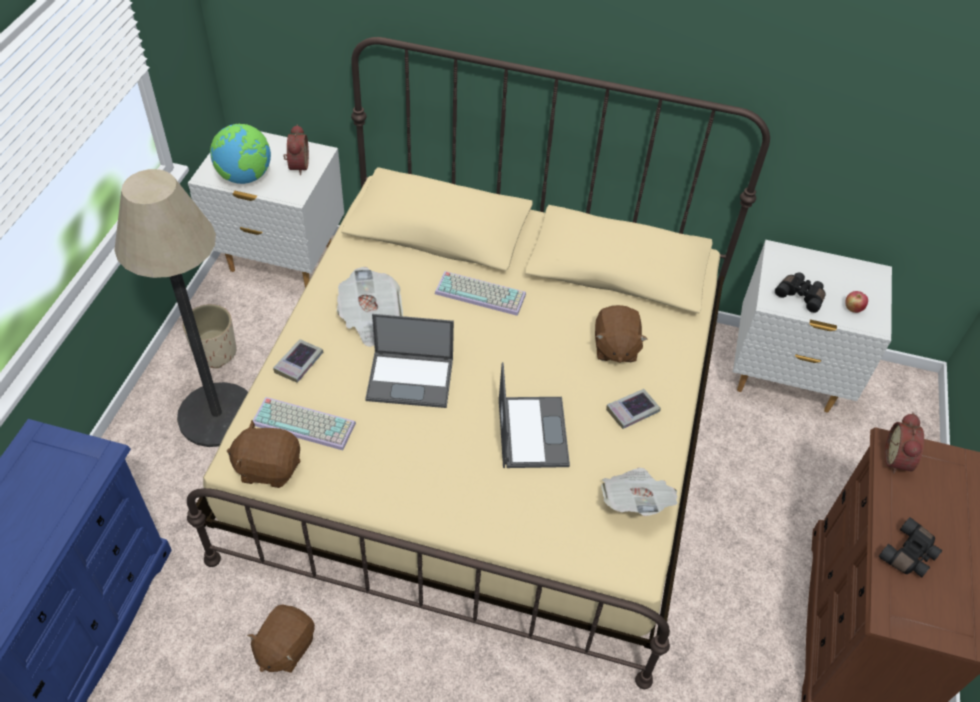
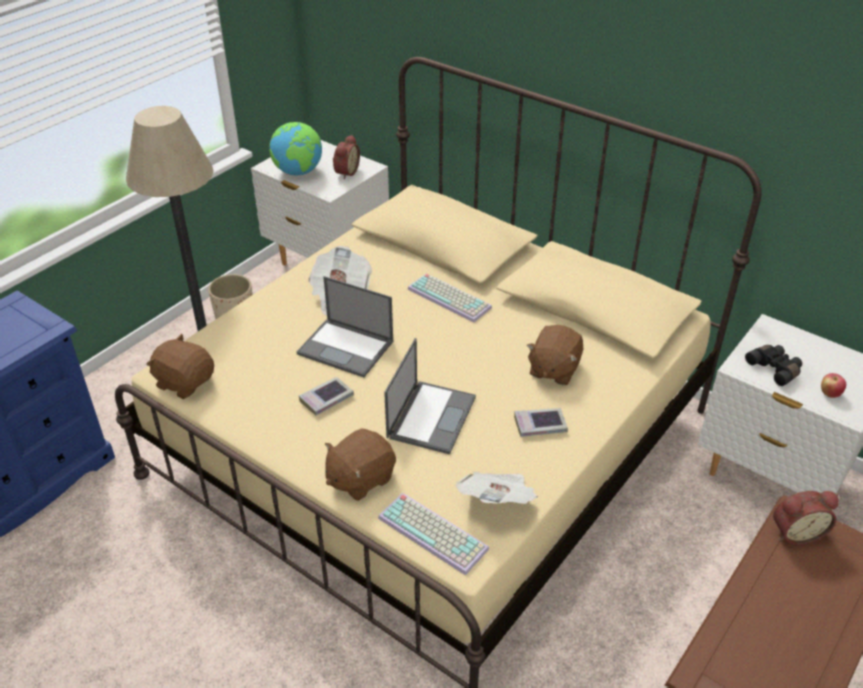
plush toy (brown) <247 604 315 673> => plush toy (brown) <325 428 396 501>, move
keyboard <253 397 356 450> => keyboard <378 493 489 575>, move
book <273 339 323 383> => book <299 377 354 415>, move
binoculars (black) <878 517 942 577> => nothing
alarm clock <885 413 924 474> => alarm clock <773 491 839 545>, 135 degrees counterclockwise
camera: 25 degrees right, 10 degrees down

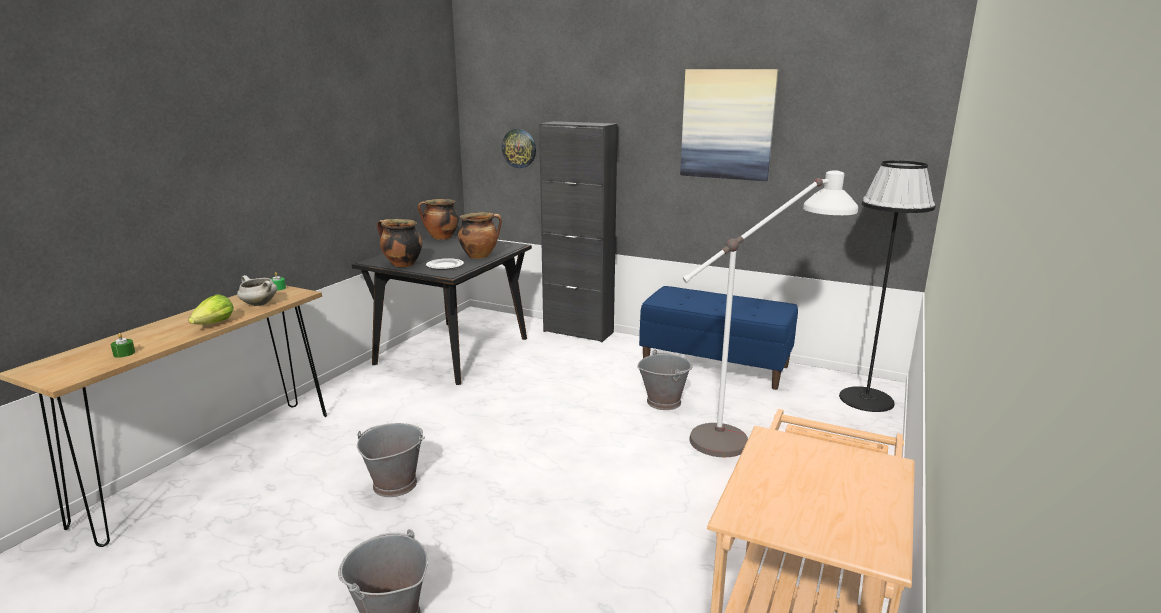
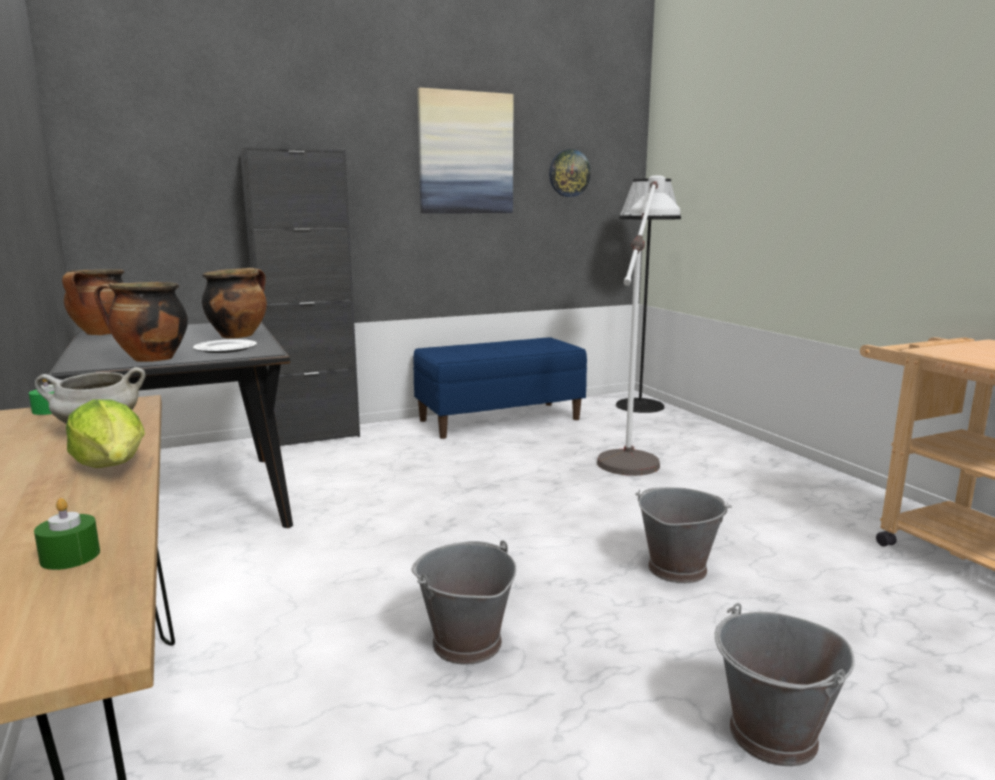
wall clock <502 129 536 168> => wall clock <549 149 591 197>, move
bucket (grey) <637 350 693 410> => bucket (grey) <635 487 732 583>, move
camera: 50 degrees left, 5 degrees down

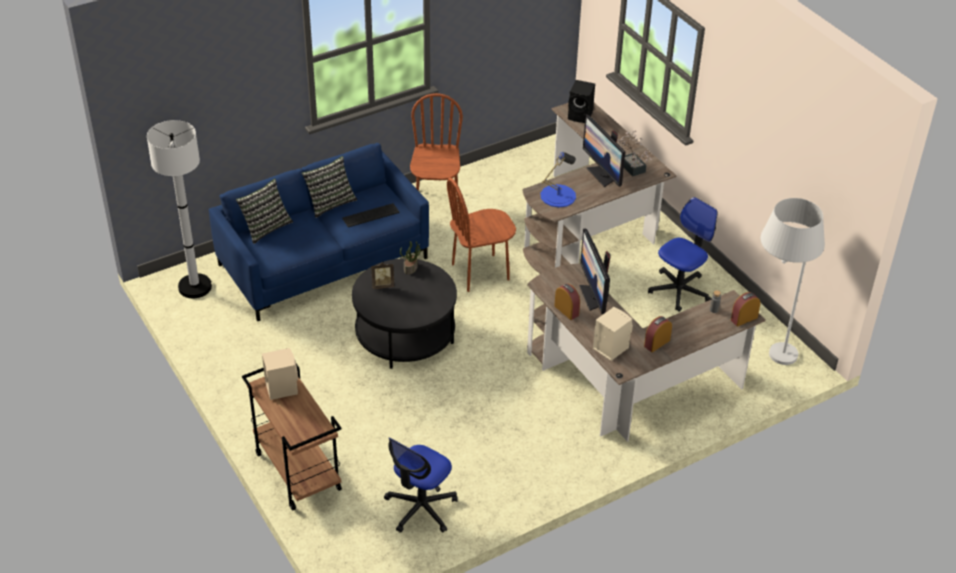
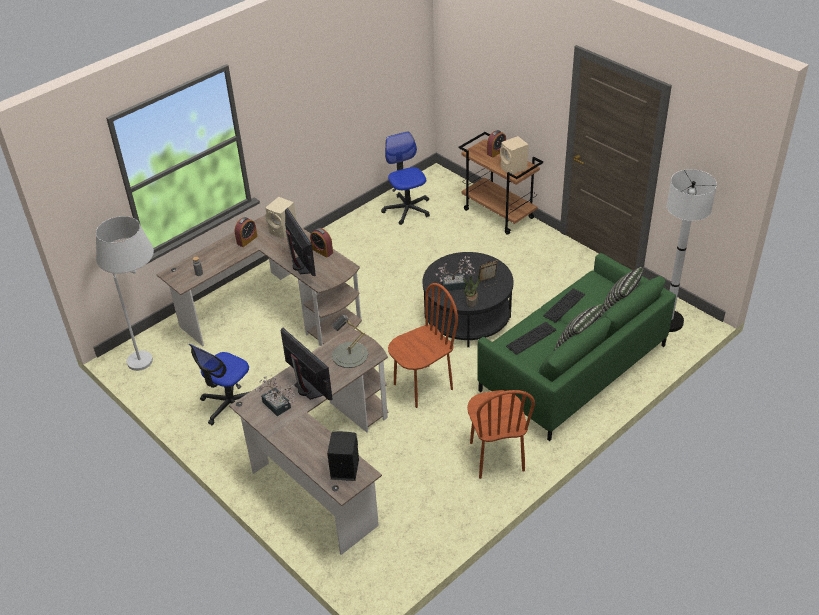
sofa (blue) <209 143 429 321> => sofa (green) <477 253 676 441>
office chair <384 437 458 533> => office chair <381 131 430 225>, 45 degrees counterclockwise
table lamp (blue) <541 152 576 207> => table lamp (grey) <332 315 368 368>
alarm clock <731 292 761 326> => alarm clock <487 130 506 158>, move
nothing => potted plant <436 256 475 291>
nothing => keyboard <543 288 586 323>
camera: 170 degrees right, 0 degrees up

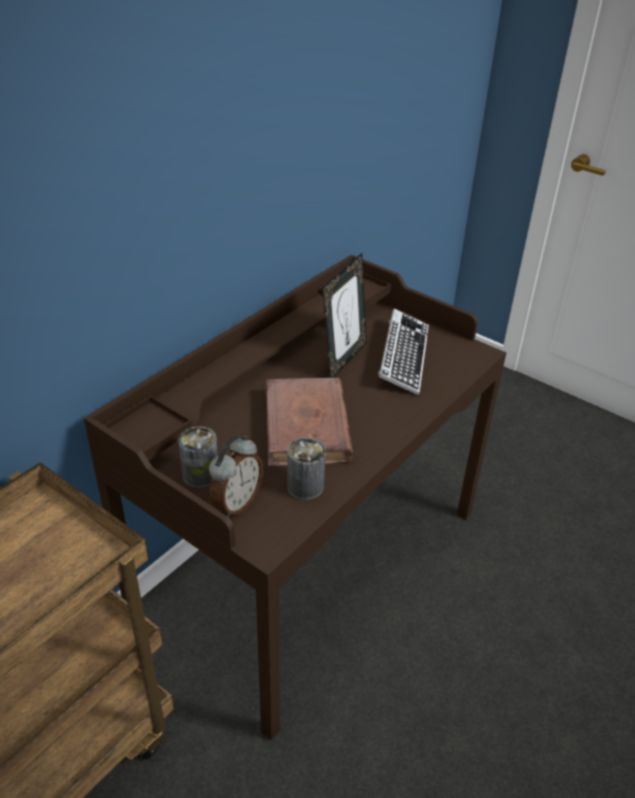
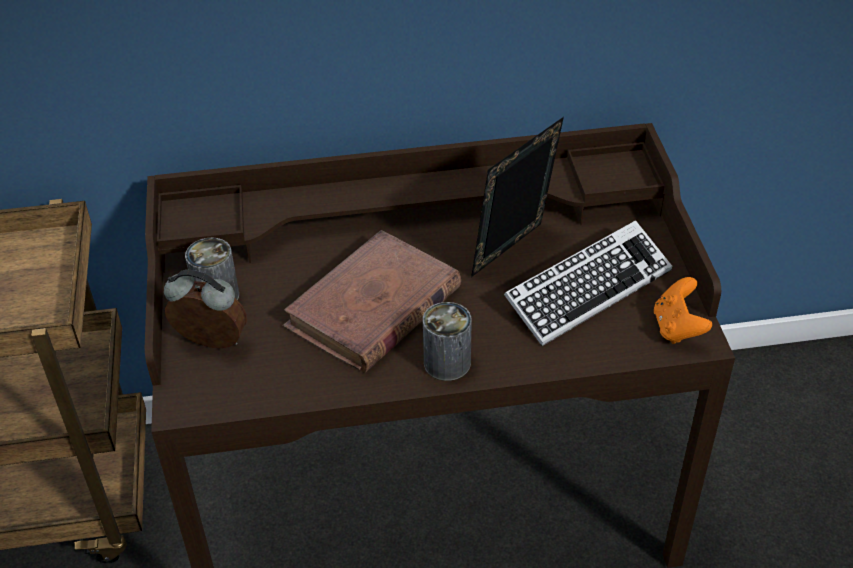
alarm clock <209 436 263 518> => alarm clock <164 270 247 348>, 150 degrees counterclockwise
can <287 438 326 500> => can <423 302 472 381>, move
picture frame <322 253 367 378> => picture frame <471 117 564 277>, 150 degrees clockwise
nothing => game controller (orange) <654 277 712 344>
camera: 45 degrees right, 5 degrees up

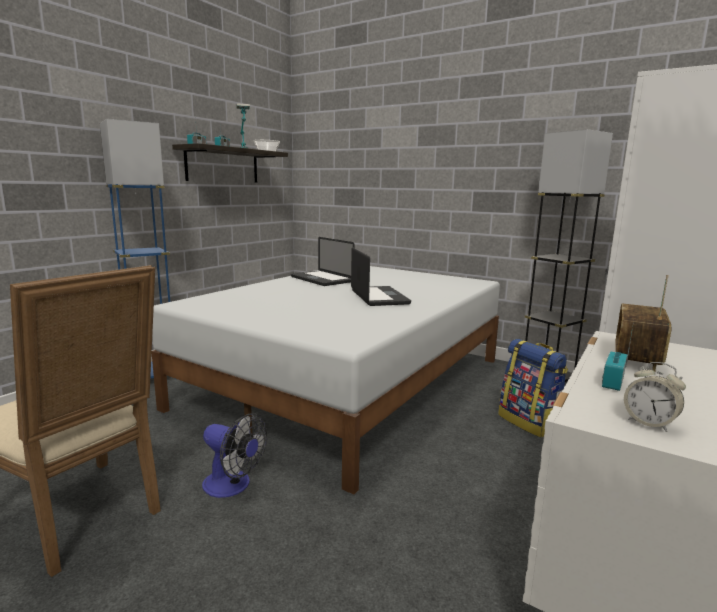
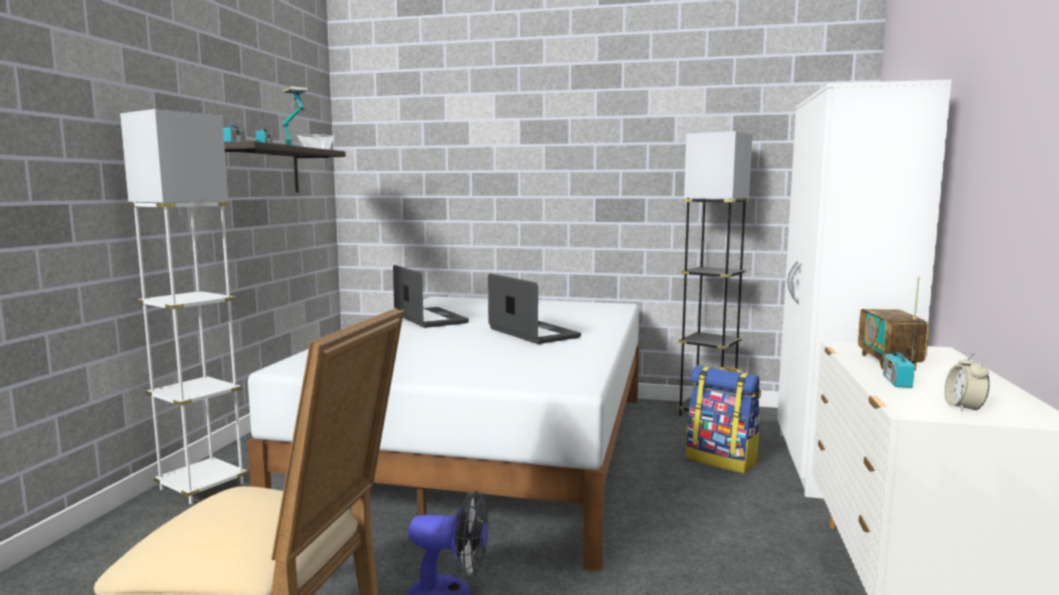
floor lamp (blue) <100 119 170 379> => floor lamp (white) <120 109 248 504>
laptop <291 237 355 286> => laptop <393 265 469 328>, 150 degrees counterclockwise
alarm clock <624 362 686 432> => alarm clock <944 353 990 412>, 75 degrees clockwise
camera: 20 degrees left, 5 degrees down

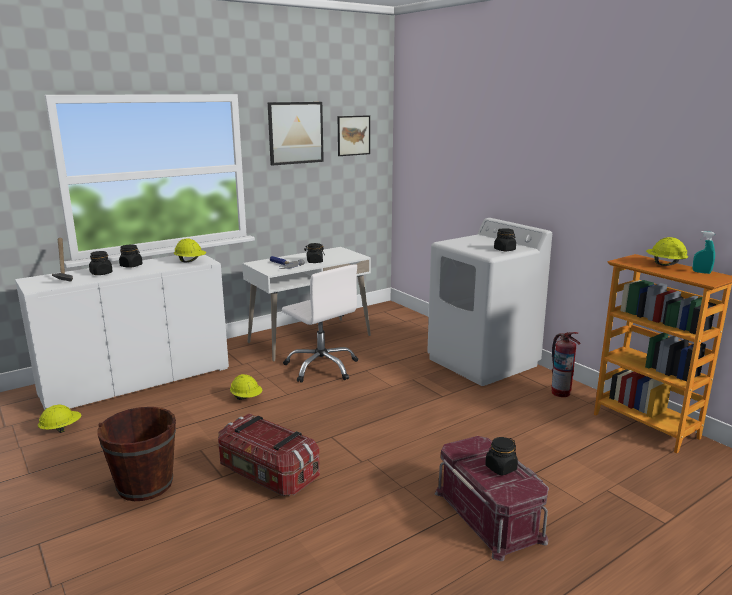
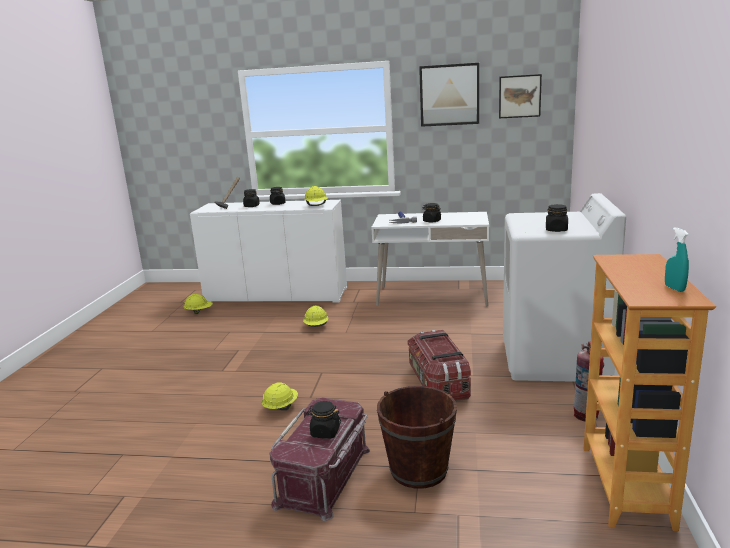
bucket (brown) <97 407 176 501> => bucket (brown) <377 386 457 489>, move
storage box <218 413 320 496> => storage box <408 330 471 401>, move
office chair (white) <282 264 358 383> => nothing
hard hat (yellow) <646 237 688 266> => hard hat (yellow) <262 382 298 410>, move
camera: 45 degrees right, 0 degrees up

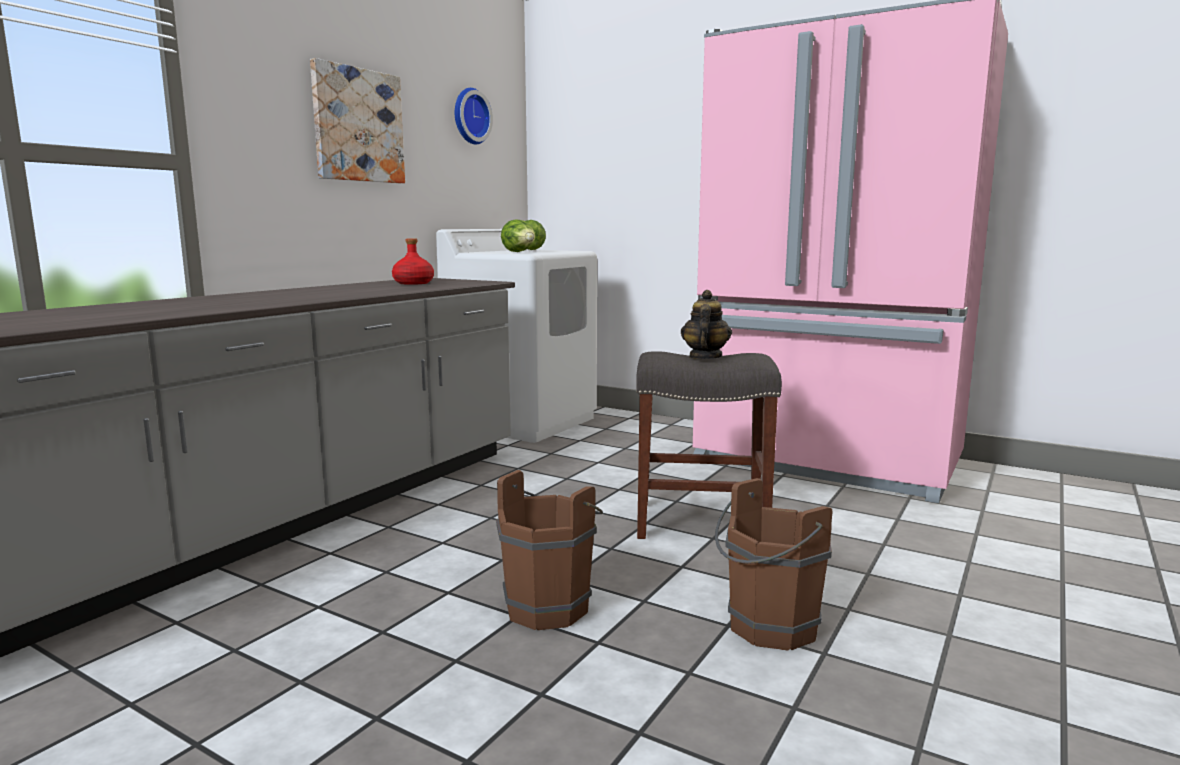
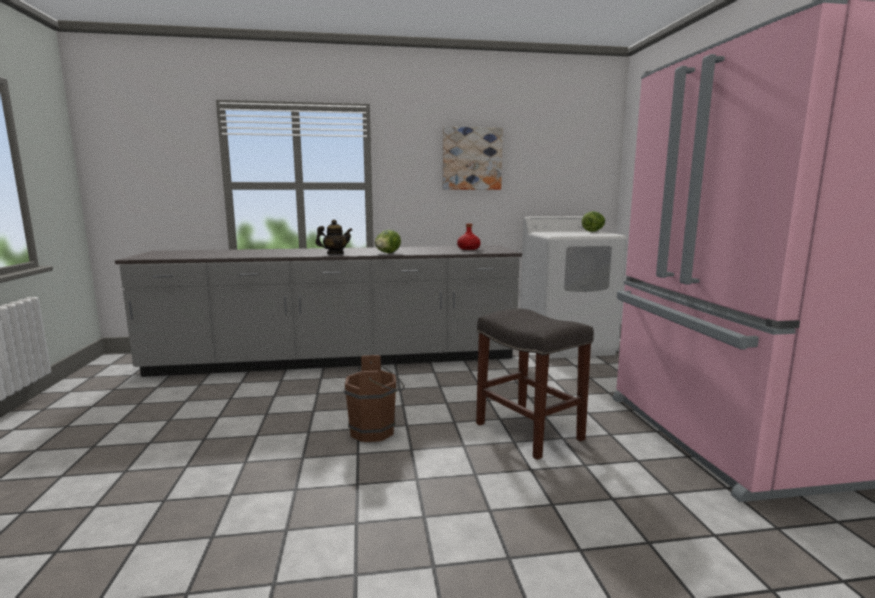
wall clock <455 88 493 145> => nothing
lettuce <501 219 536 252> => lettuce <375 230 401 253>, move
teapot <681 290 732 359> => teapot <315 219 352 254>, move
bucket (brown) <715 478 832 650> => nothing
camera: 50 degrees right, 0 degrees up

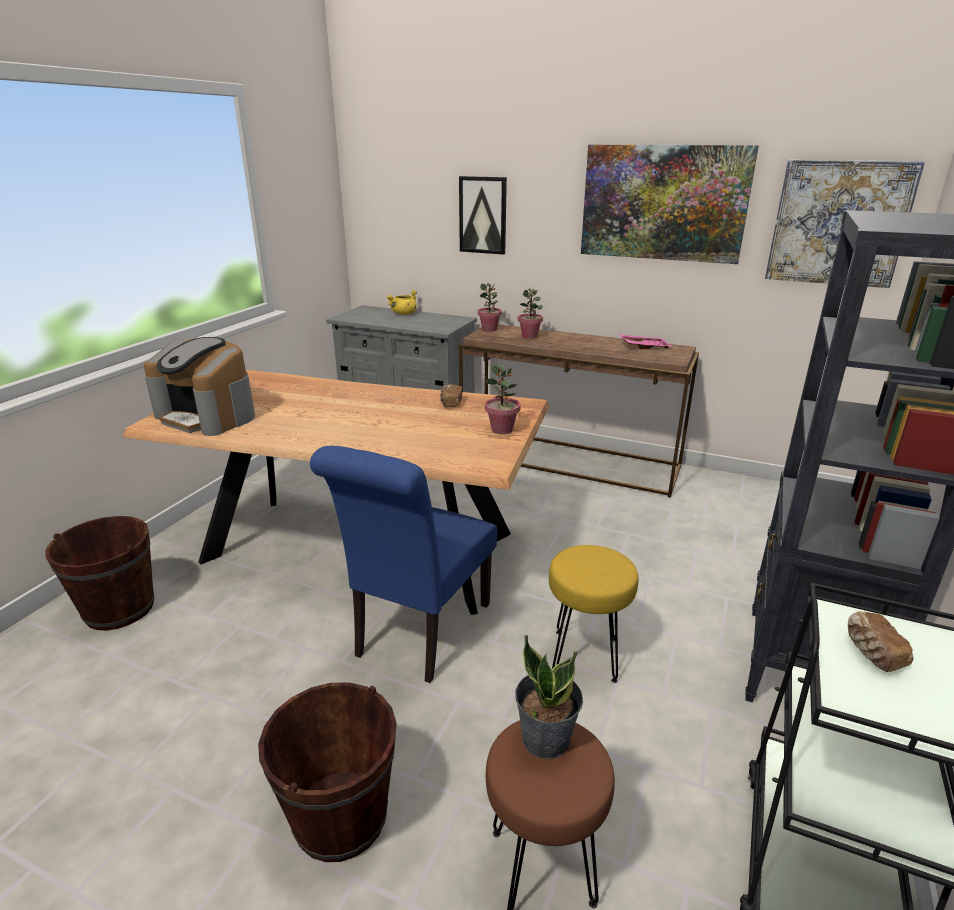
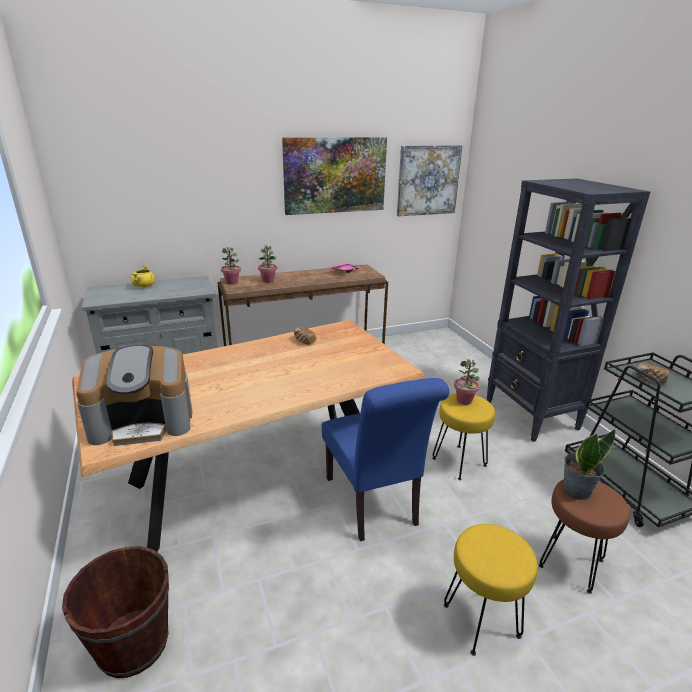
bucket (brown) <258 682 397 862> => stool (yellow) <444 524 538 656>
picture <459 176 507 255> => nothing
potted plant <485 365 521 434> => potted plant <454 359 480 405>, move
camera: 45 degrees left, 0 degrees up

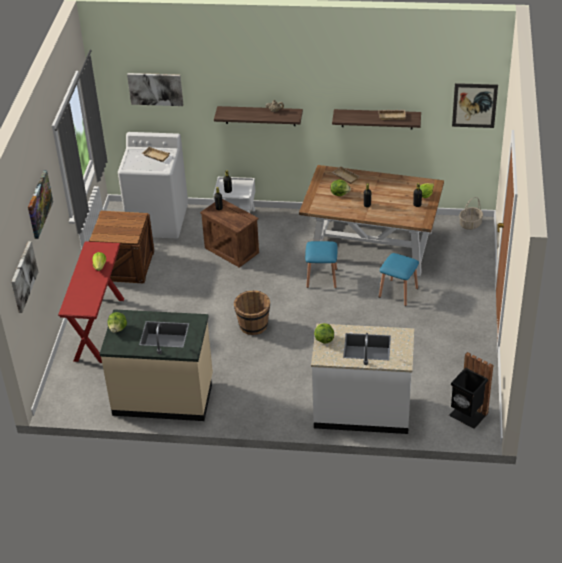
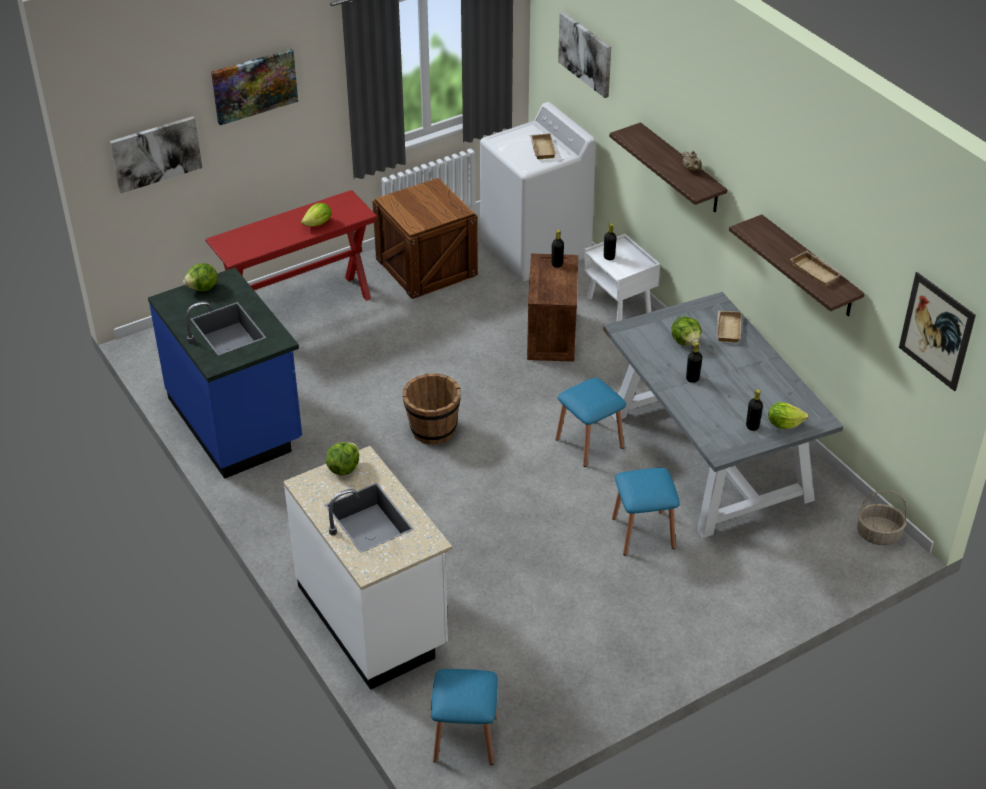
counter (beige) <100 309 213 421> => counter (blue) <148 268 302 479>
dining table (brown) <299 165 444 276> => dining table (grey) <604 292 843 538>
trash can (black) <449 352 493 429> => stool (blue) <431 669 498 765>
camera: 50 degrees right, 0 degrees up

